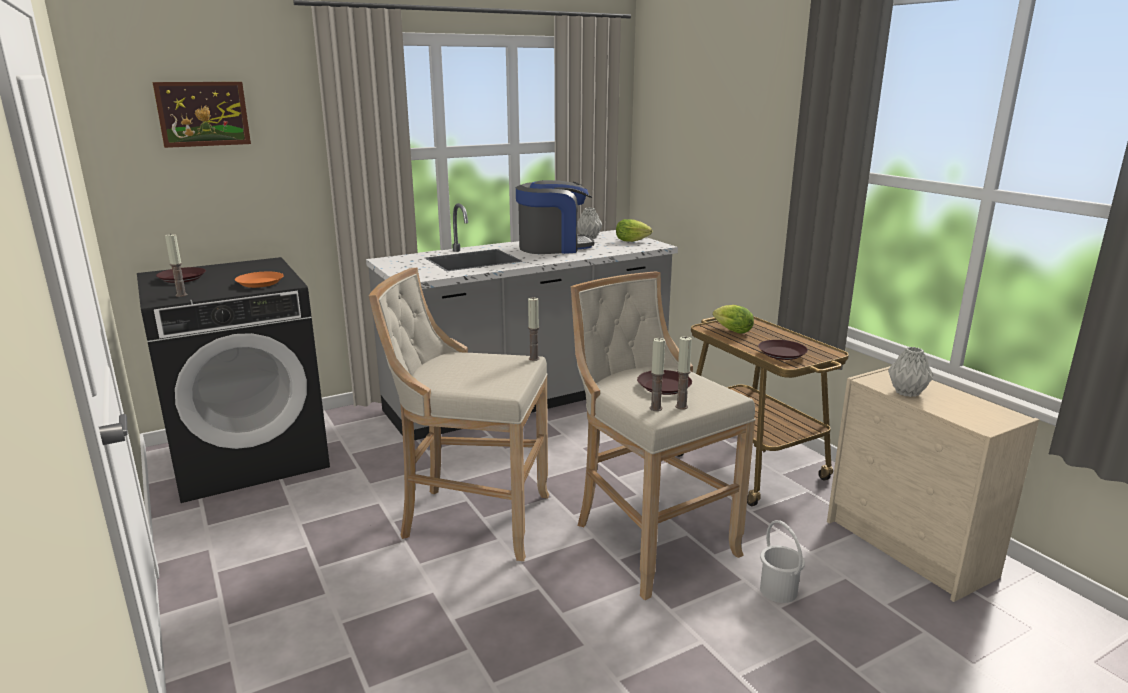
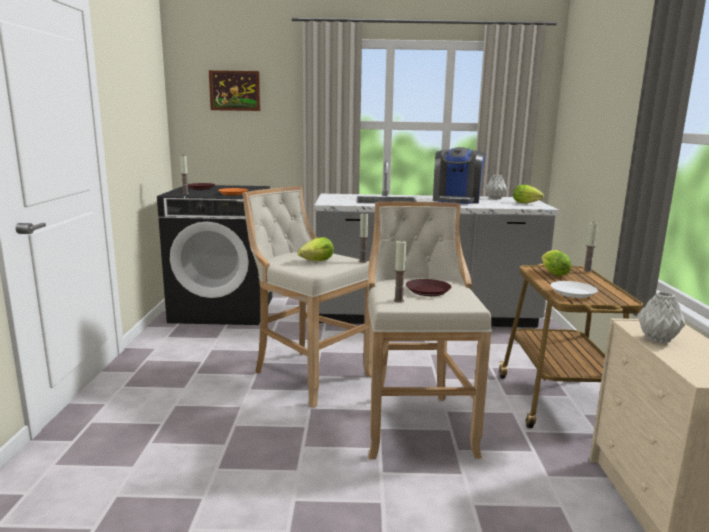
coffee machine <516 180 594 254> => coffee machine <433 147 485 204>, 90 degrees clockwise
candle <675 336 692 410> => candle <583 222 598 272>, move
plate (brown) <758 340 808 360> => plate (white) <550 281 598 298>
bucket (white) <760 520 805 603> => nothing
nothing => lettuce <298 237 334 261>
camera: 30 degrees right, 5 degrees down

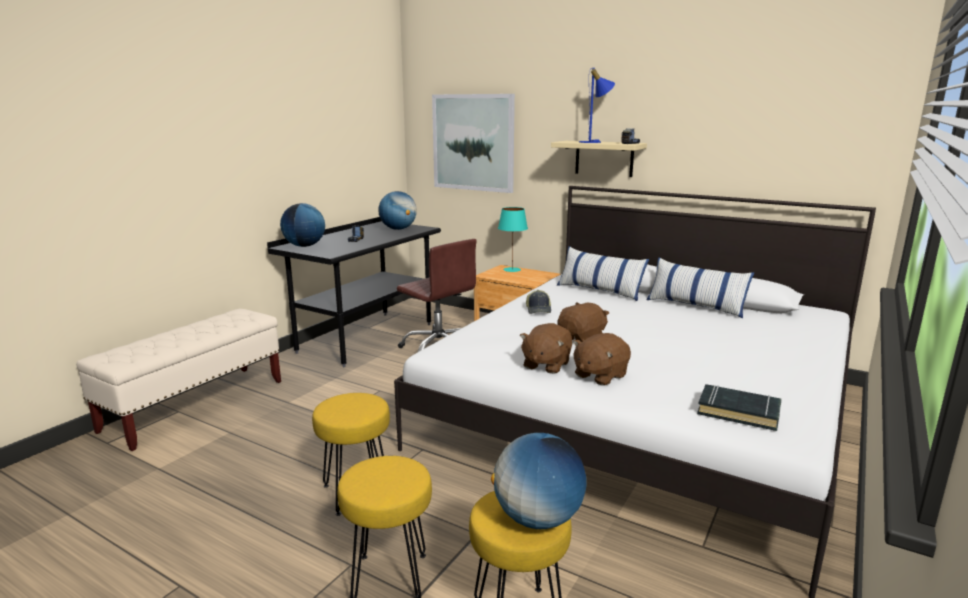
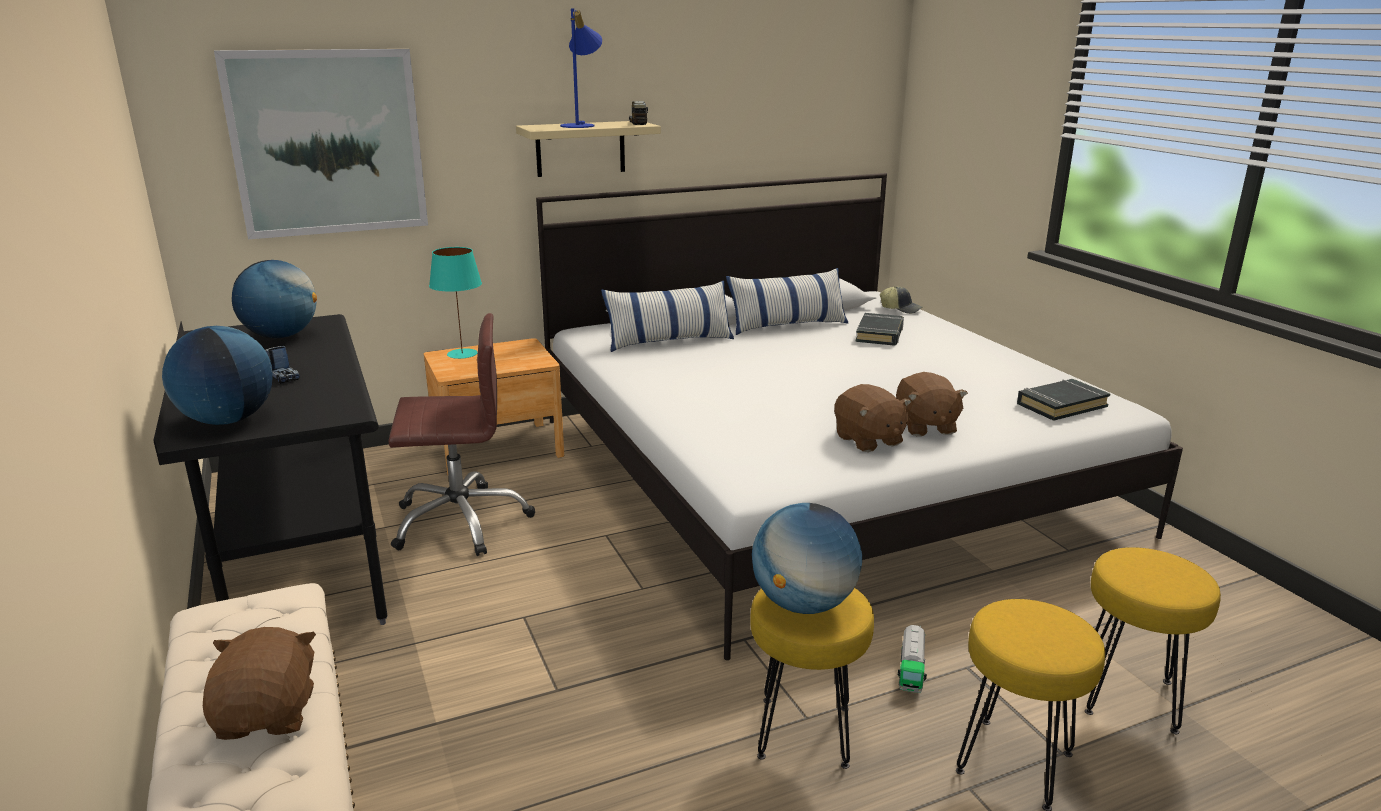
globe <491 433 587 529> => globe <752 503 862 614>, move
cap <526 290 551 314> => cap <880 286 923 314>, move
plush toy (brown) <558 302 609 342> => plush toy (brown) <203 627 316 740>, move
nothing => book (black) <856 313 904 346>
nothing => toy truck <898 625 927 693>
camera: 55 degrees left, 5 degrees up

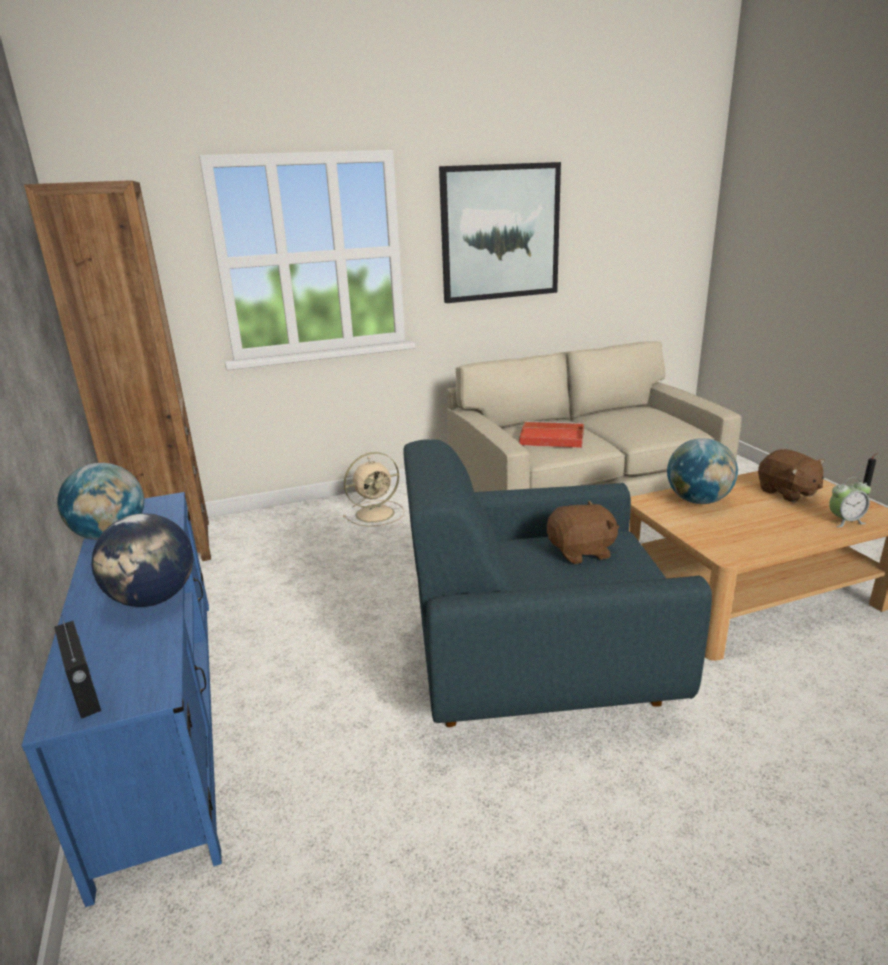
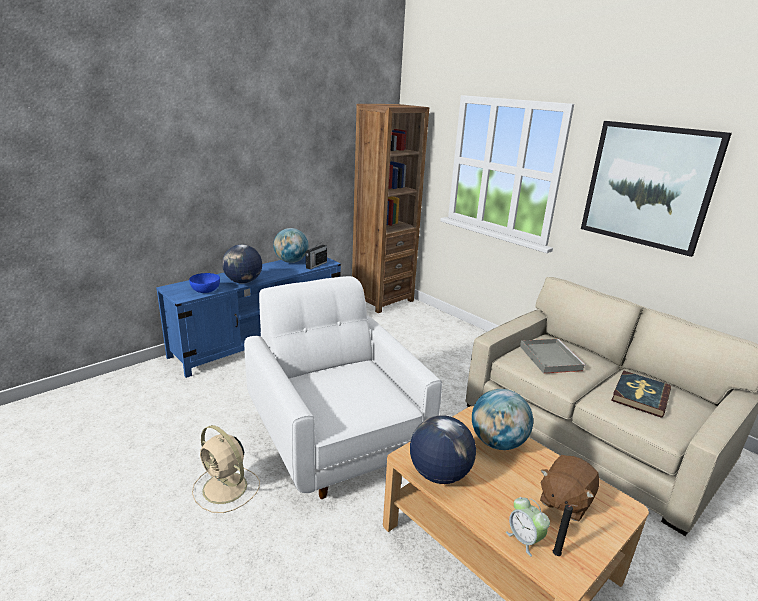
radio <54 615 101 719> => radio <306 243 327 269>, move
fan (beige) <343 452 404 527> => fan (beige) <192 425 260 513>, move
armchair (blue) <403 439 712 727> => armchair (white) <244 276 442 499>
tray (red) <519 421 584 448> => tray (grey) <520 339 586 373>
plush toy (brown) <547 500 619 564> => nothing
nothing => bowl (blue) <189 273 220 293>
nothing => globe <410 415 476 484>
nothing => book <611 370 671 417>
camera: 65 degrees right, 0 degrees up

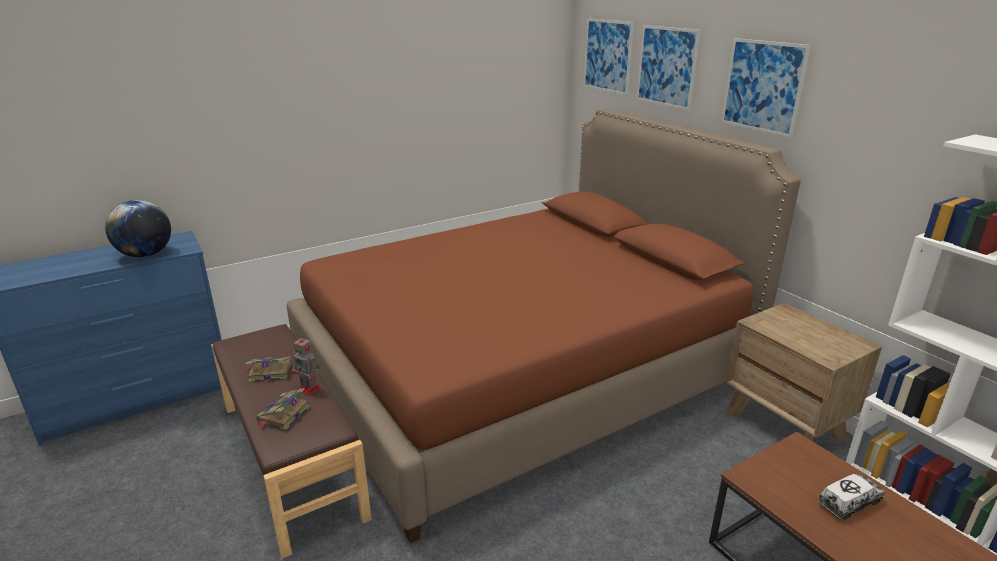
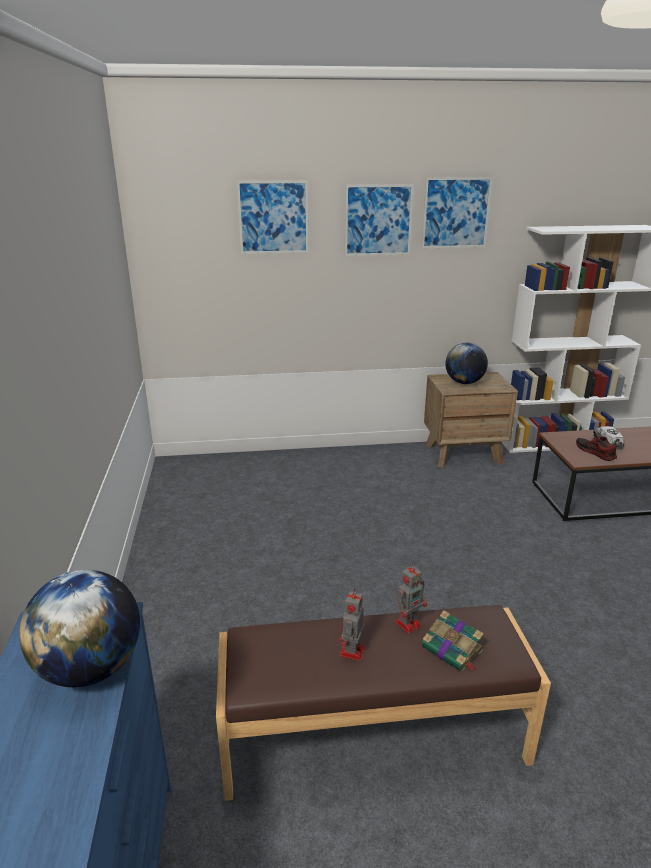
book <246 357 292 382> => toy robot <339 589 365 661>
bed (brown) <287 109 801 543> => nothing
picture <584 19 634 95> => picture <421 177 493 248>, move
nothing => globe <445 343 488 384>
nothing => shoe <576 436 617 461>
camera: 65 degrees left, 0 degrees up

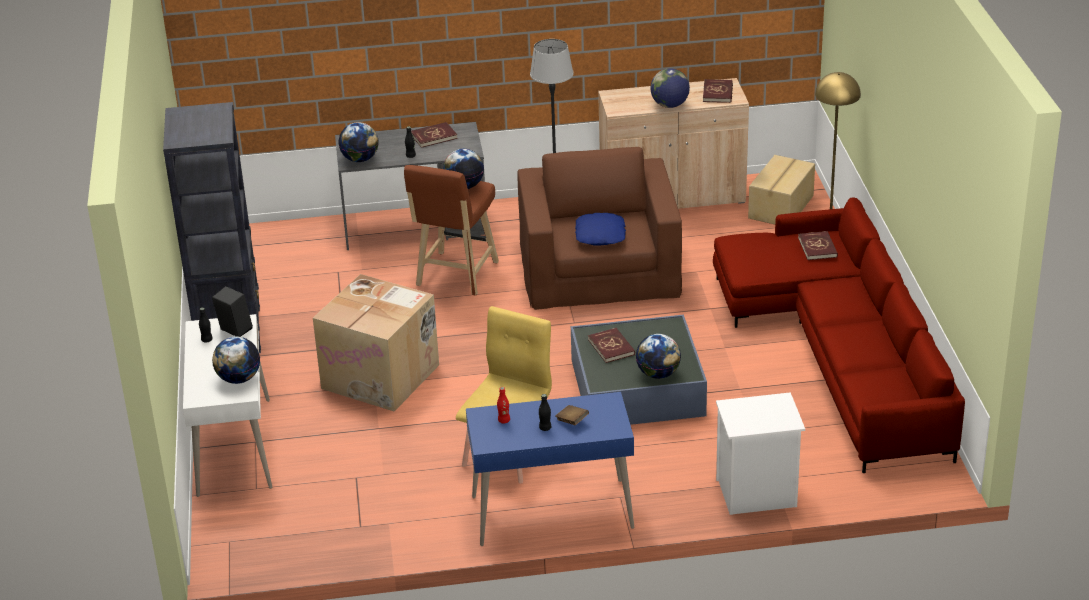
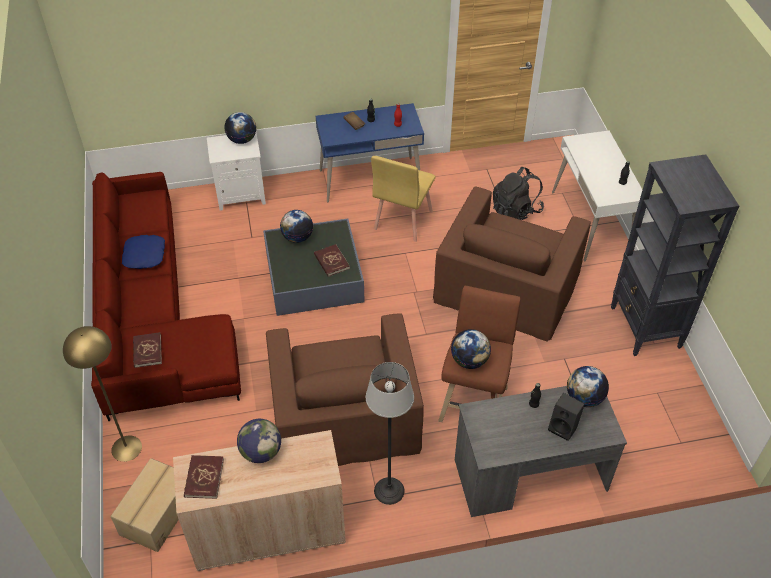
speaker (black) <212 286 253 337> => speaker (black) <548 393 585 441>, move
globe <212 336 260 384> => globe <224 112 256 144>, move
cardboard box <313 274 439 412> => armchair (brown) <433 187 591 342>
book (red) <411 122 457 148> => nothing
pillow (blue) <575 213 626 246> => pillow (blue) <122 235 165 269>, move
nothing => backpack (black) <493 167 544 220>
camera: 175 degrees right, 15 degrees up

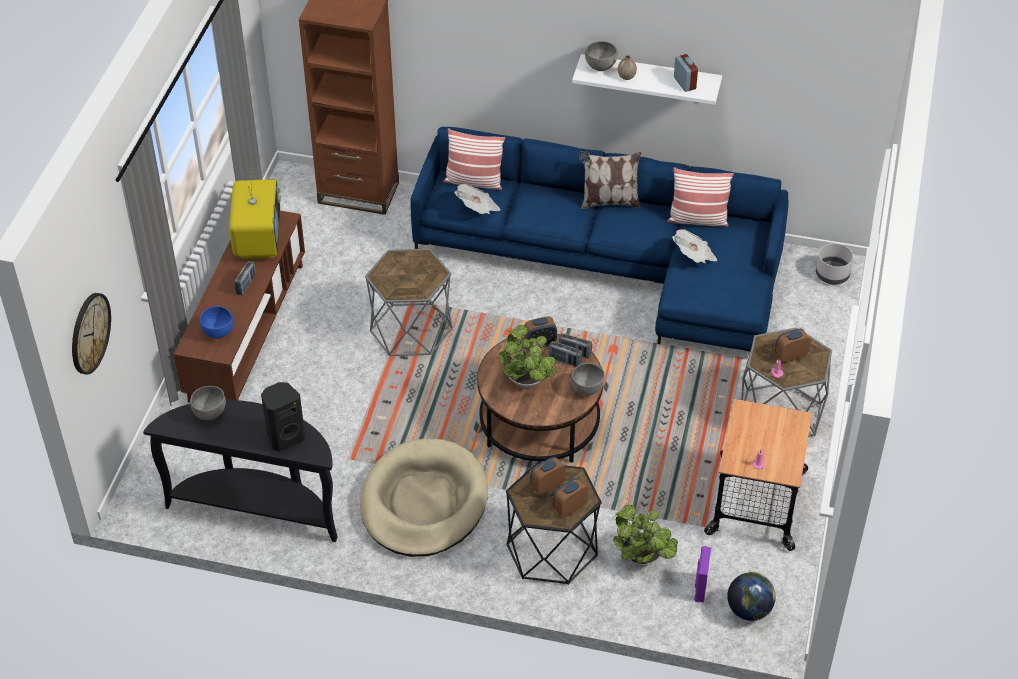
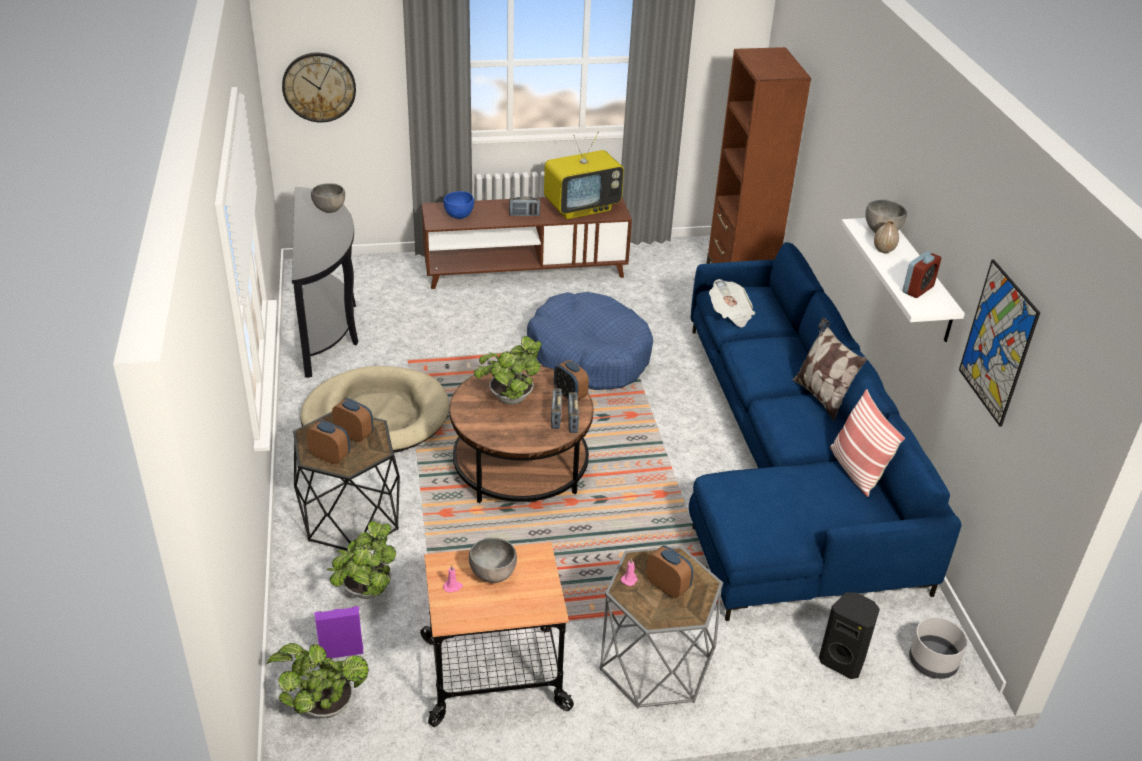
speaker (black) <261 382 305 452> => speaker (black) <819 592 880 679>, move
side table (grey) <365 248 453 356> => dog bed (blue) <527 292 653 390>
pillow <443 128 505 190> => nothing
bowl (grey) <571 363 605 396> => bowl (grey) <469 537 517 583>, move
newspaper <672 229 717 263> => nothing
globe <727 572 776 621> => potted plant <267 643 369 718>
nothing => picture <959 260 1040 427>
camera: 65 degrees right, 10 degrees down

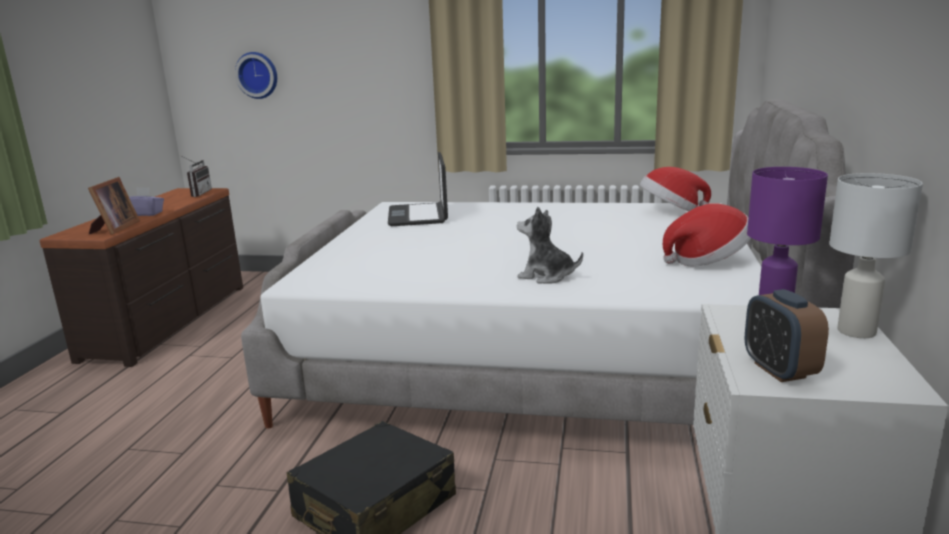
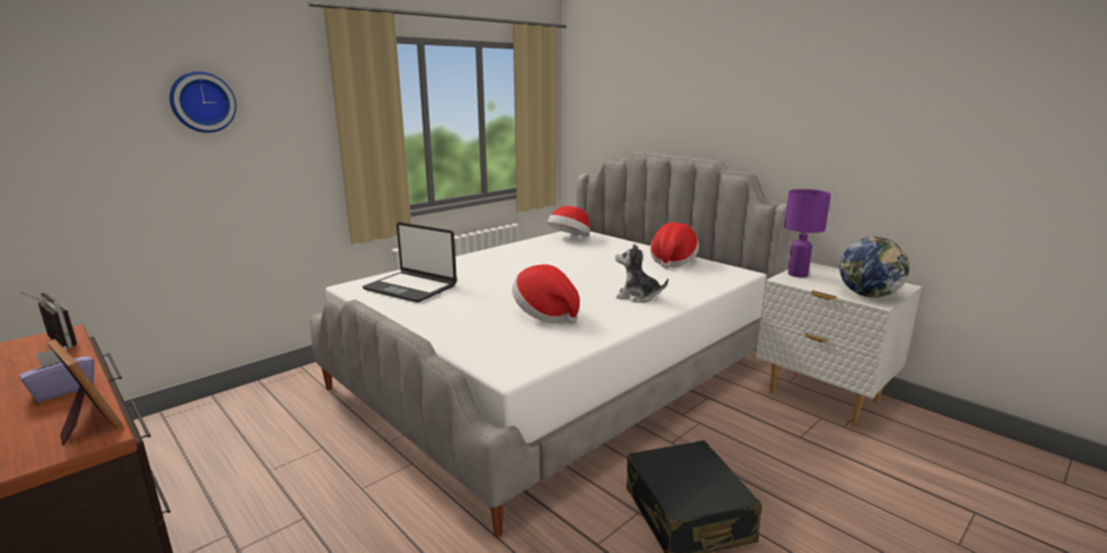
wall clock <235 52 277 99> => wall clock <170 71 236 133>, move
plush toy <517 207 583 283> => plush toy <615 243 669 303>, 45 degrees clockwise
alarm clock <745 289 829 382> => globe <839 237 909 298>
table lamp (white) <829 173 923 338> => nothing
nothing => hat <512 264 580 324>
camera: 55 degrees left, 0 degrees up

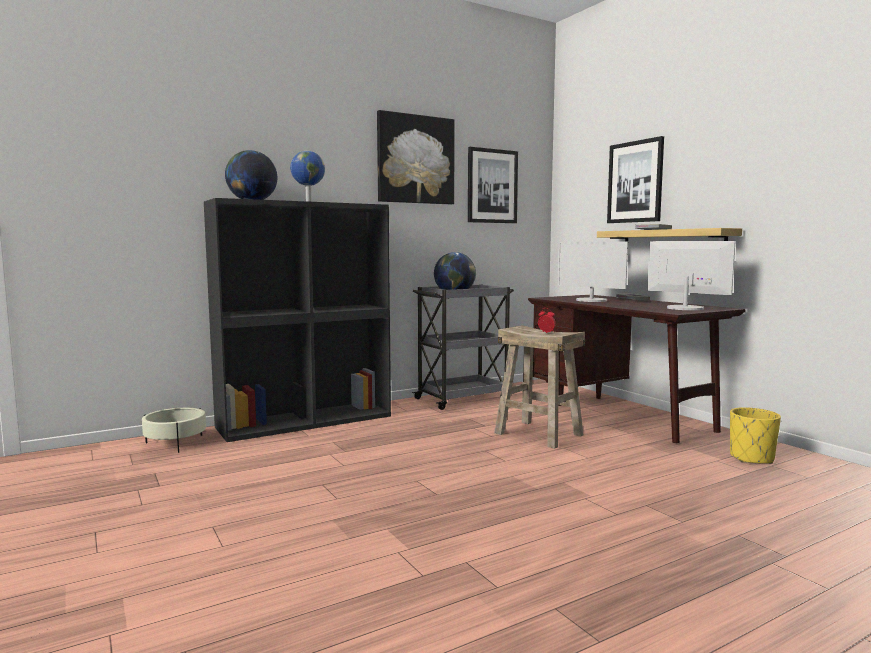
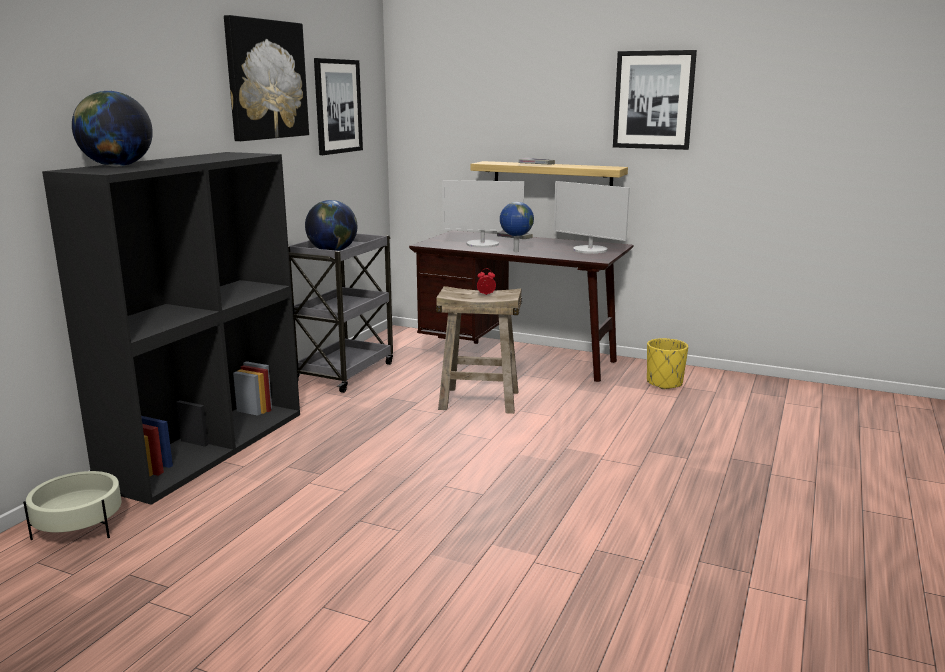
globe <290 151 325 202> => globe <500 202 534 252>, move
picture <607 136 664 223> => picture <613 50 697 150>, move
monitor <647 241 736 310> => monitor <554 181 630 254>, 150 degrees counterclockwise
camera: 35 degrees left, 10 degrees up

